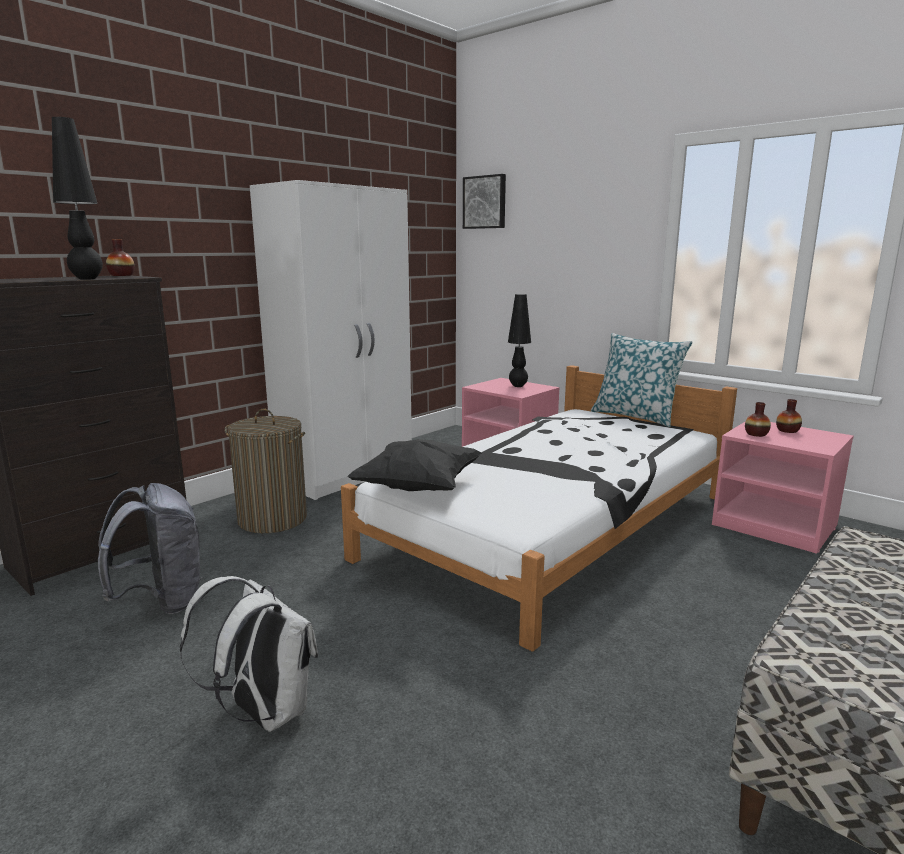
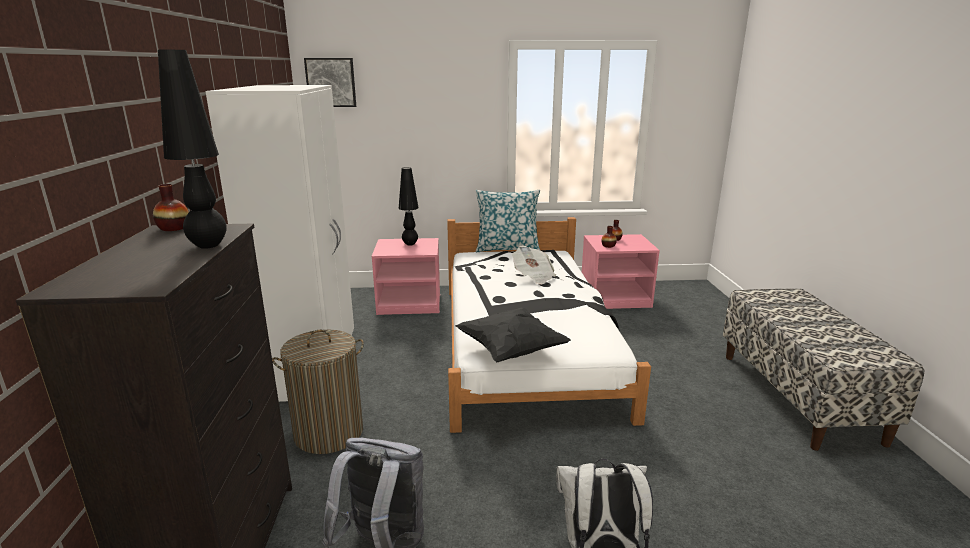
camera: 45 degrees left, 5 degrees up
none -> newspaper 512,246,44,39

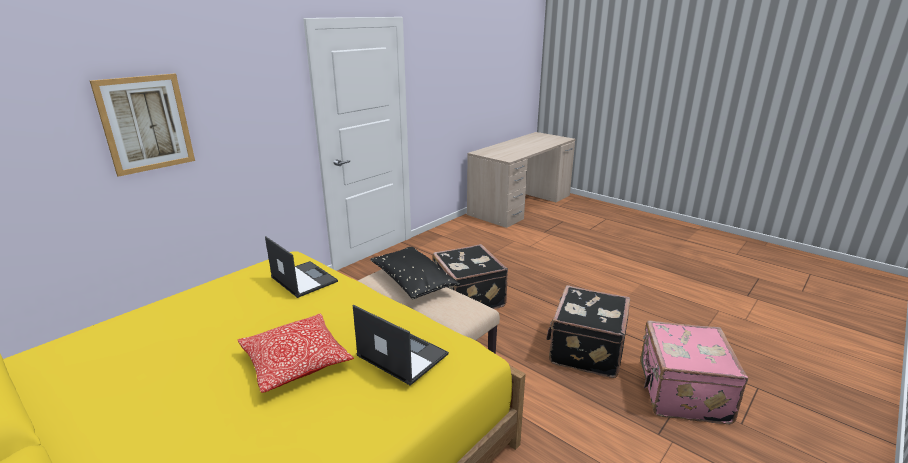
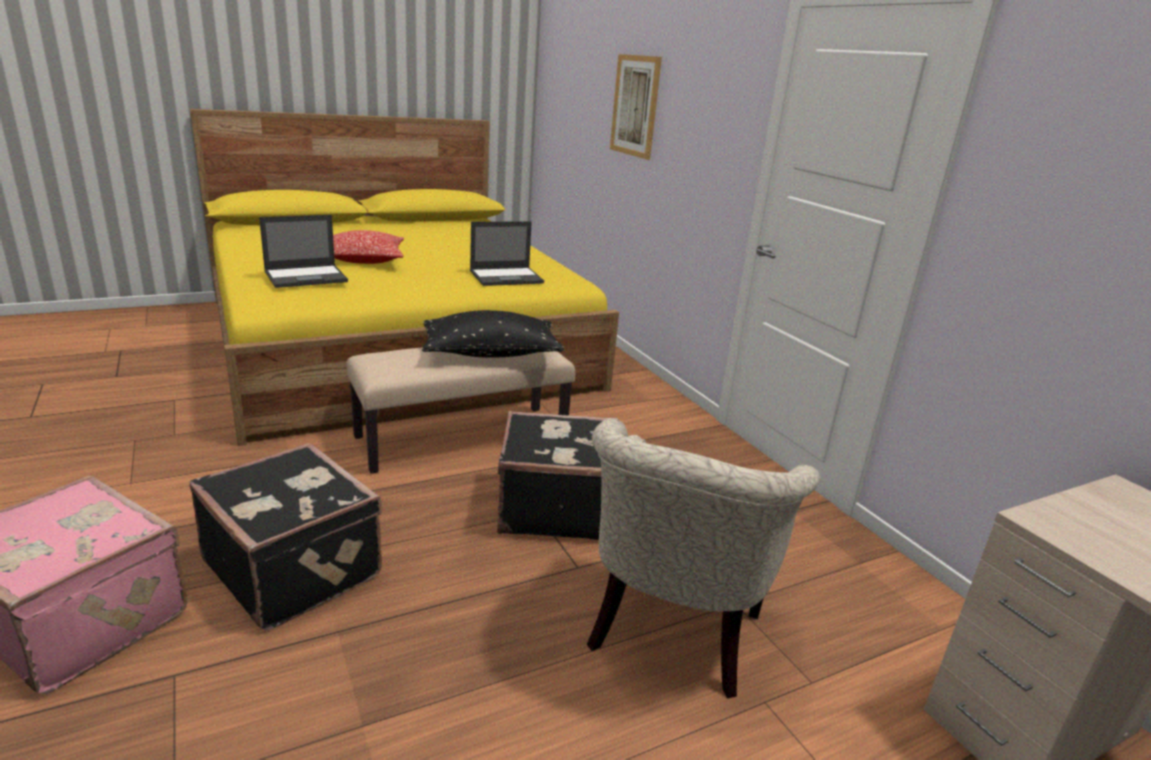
camera: 110 degrees right, 0 degrees up
none -> armchair in beige 587,418,234,281

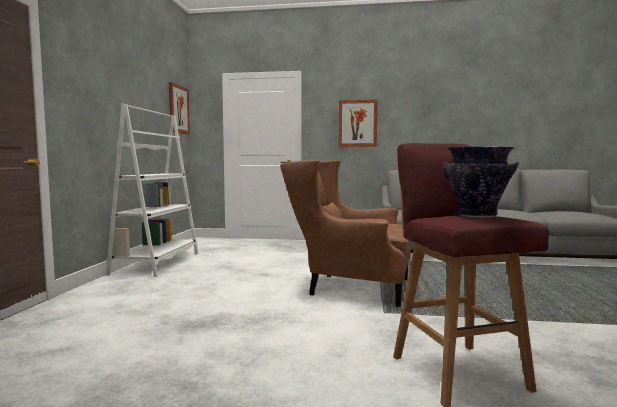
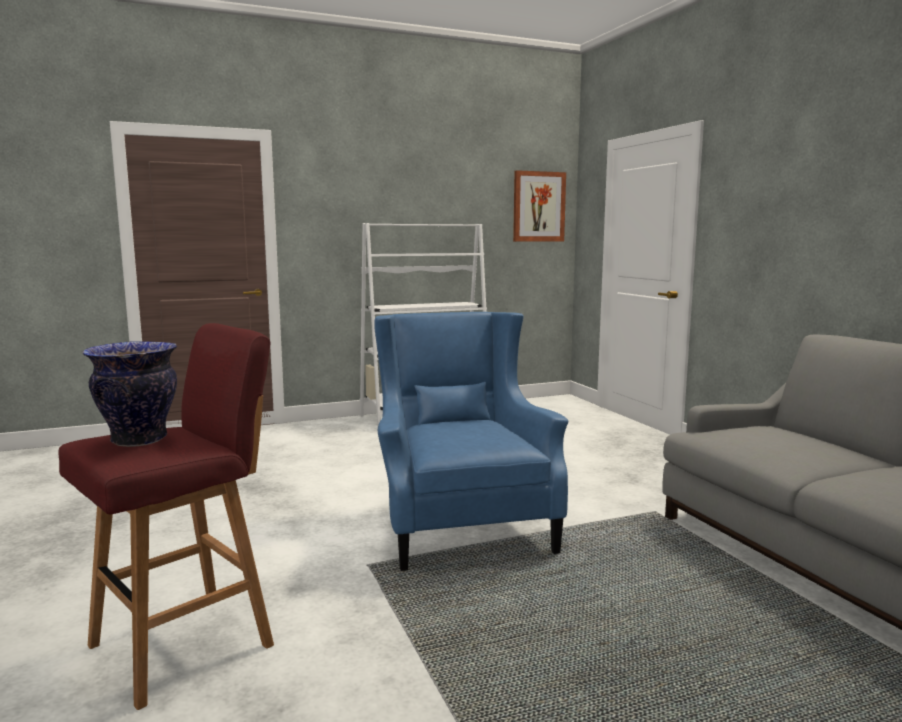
camera: 60 degrees right, 5 degrees up
picture 339,100,38,47 -> none
armchair in brown 280,160,131,147 -> armchair in blue 374,312,194,259

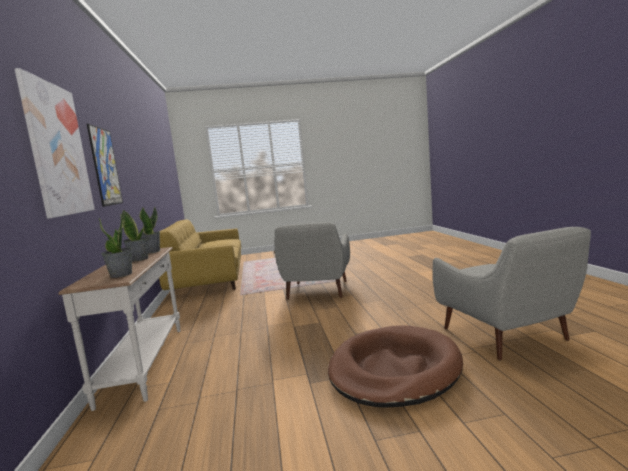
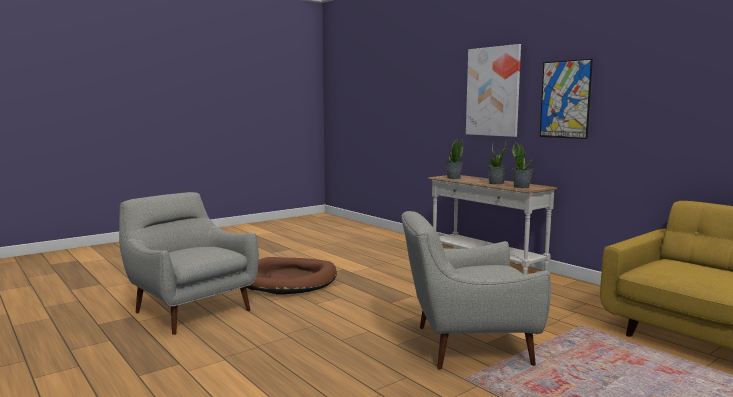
camera: 150 degrees right, 0 degrees up
armchair in grey 275,222,75,78 -> armchair in grey 401,211,150,159, 75 degrees counterclockwise

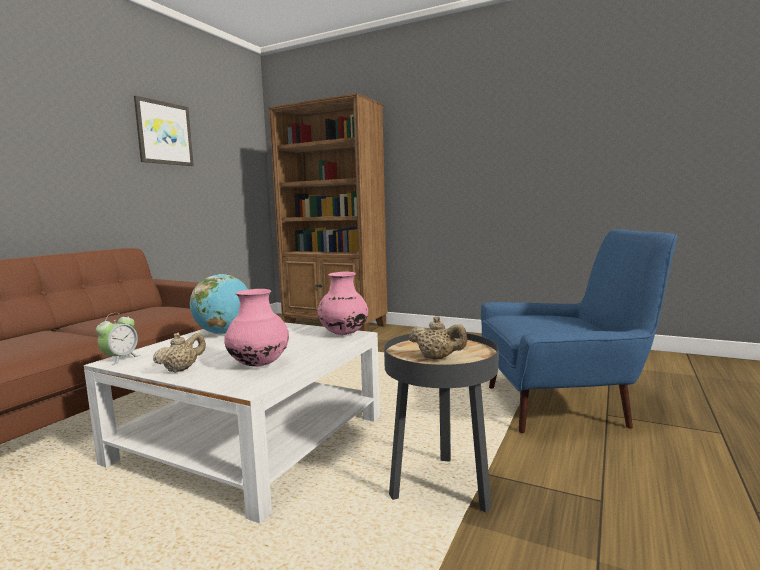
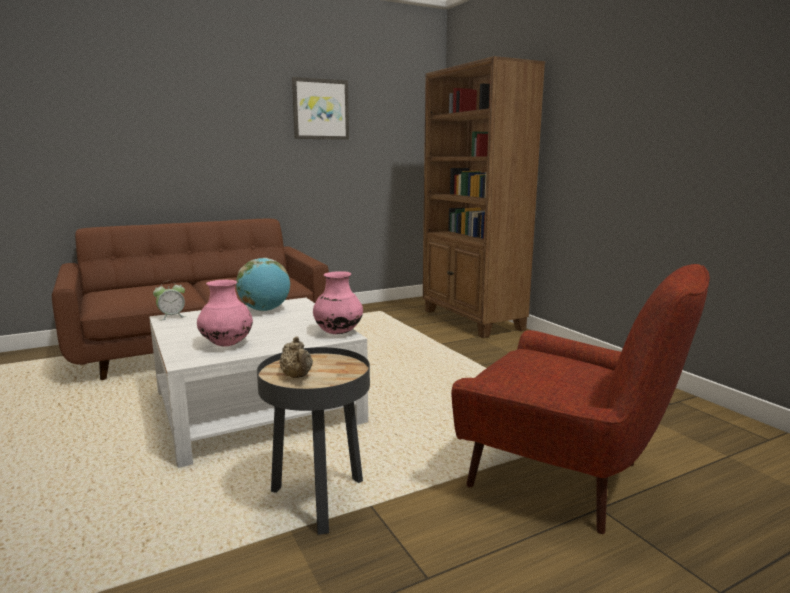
camera: 35 degrees right, 5 degrees up
teapot in beige 153,332,53,41 -> none
armchair in blue 481,229,196,204 -> armchair in red 451,264,259,270

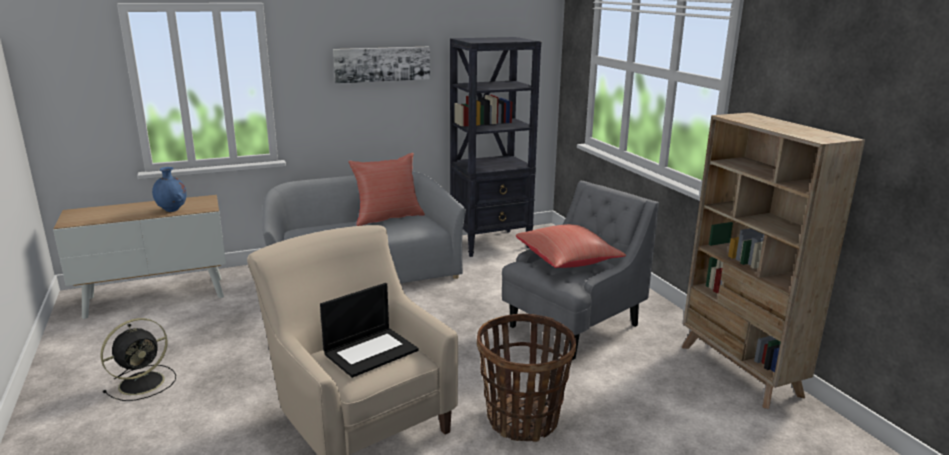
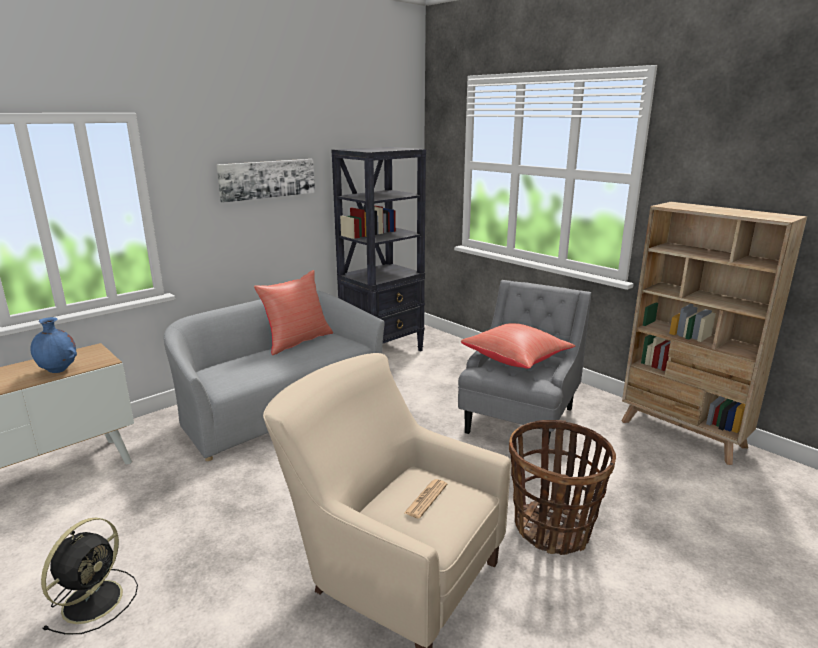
camera: 20 degrees left, 0 degrees up
laptop 320,283,99,95 -> newspaper 404,479,43,40

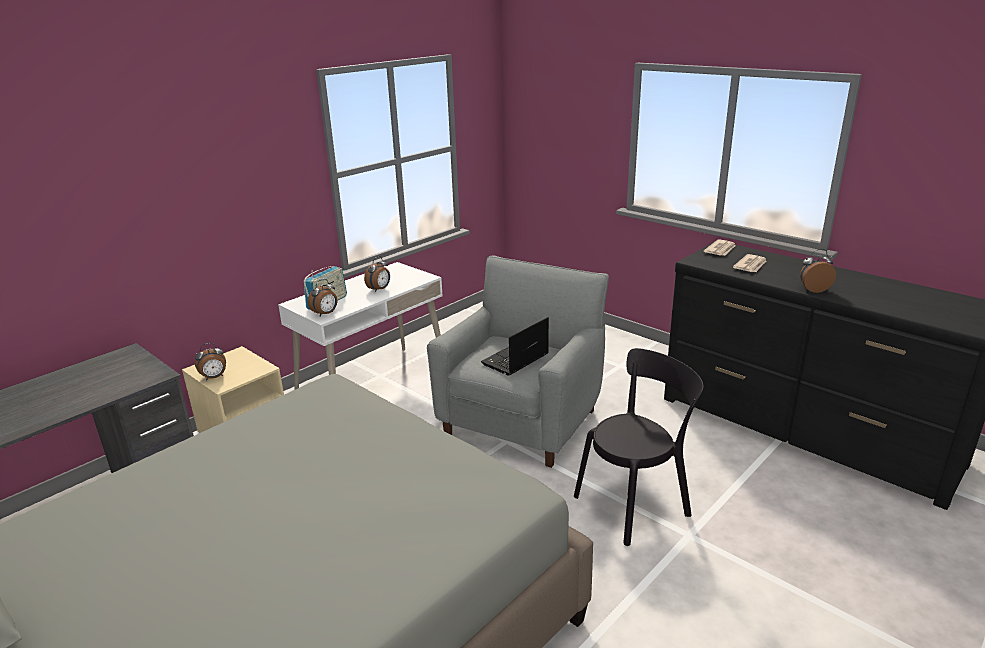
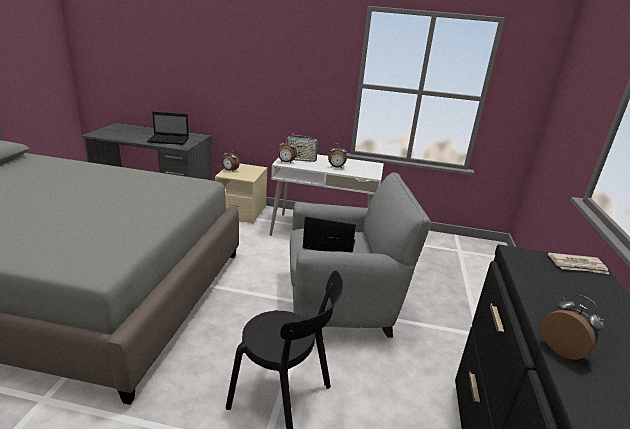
camera: 55 degrees right, 0 degrees up
newspaper 733,254,33,18 -> none
none -> laptop 147,112,42,33

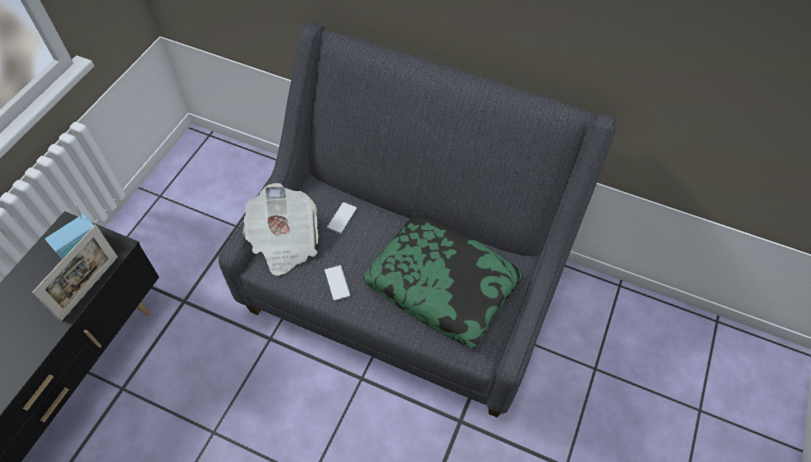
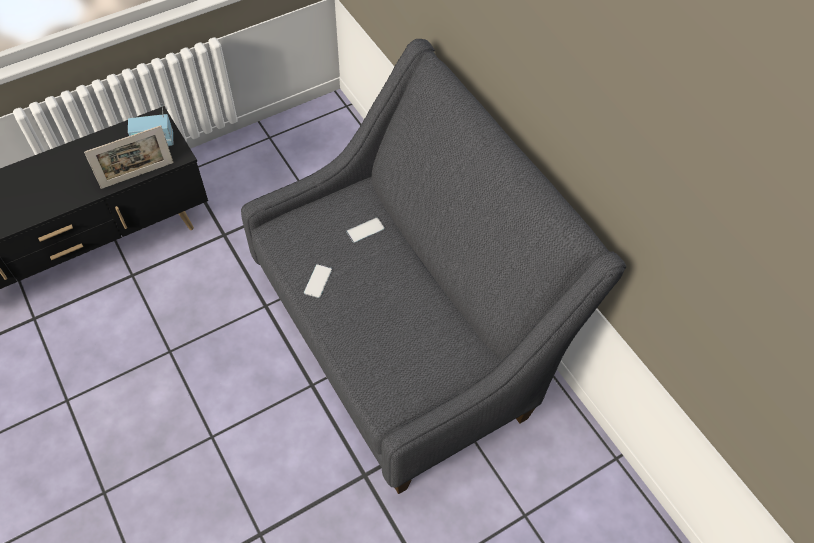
camera: 35 degrees right, 0 degrees up
newspaper 243,183,75,93 -> none
pillow 363,214,160,134 -> none

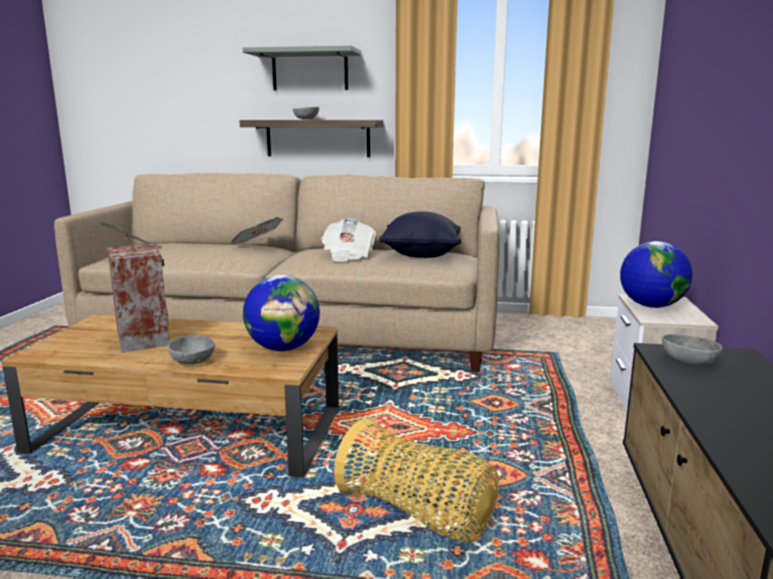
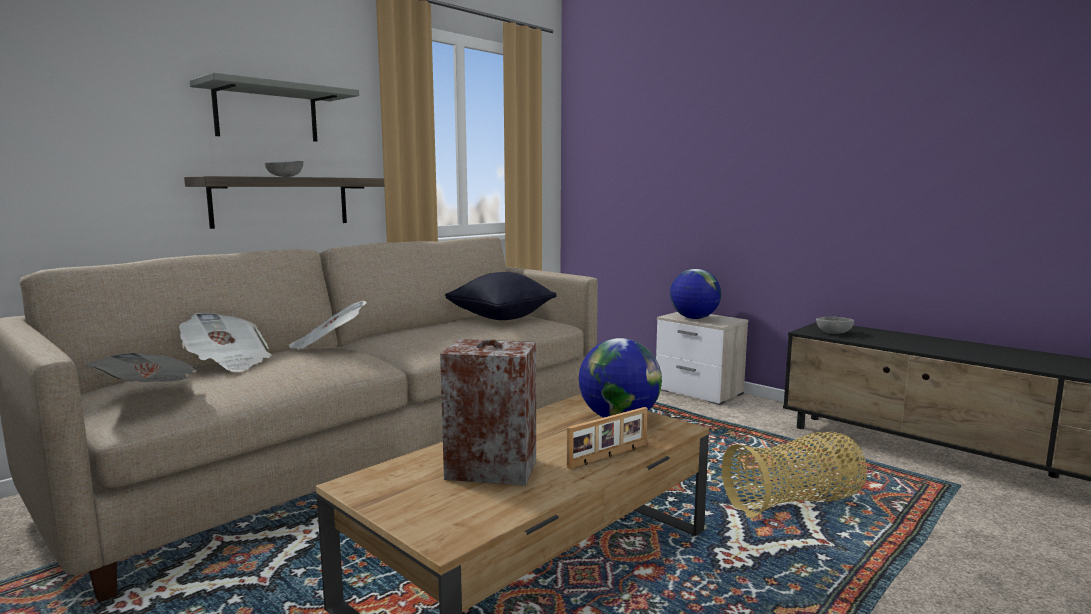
camera: 55 degrees left, 5 degrees down
newspaper 321,219,55,43 -> newspaper 179,313,92,59, relocated
bowl in grey 168,335,47,29 -> picture frame 567,407,81,62

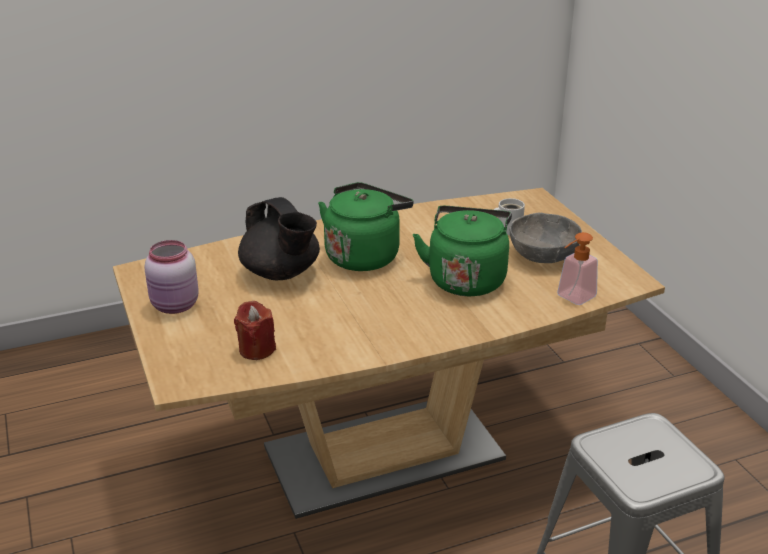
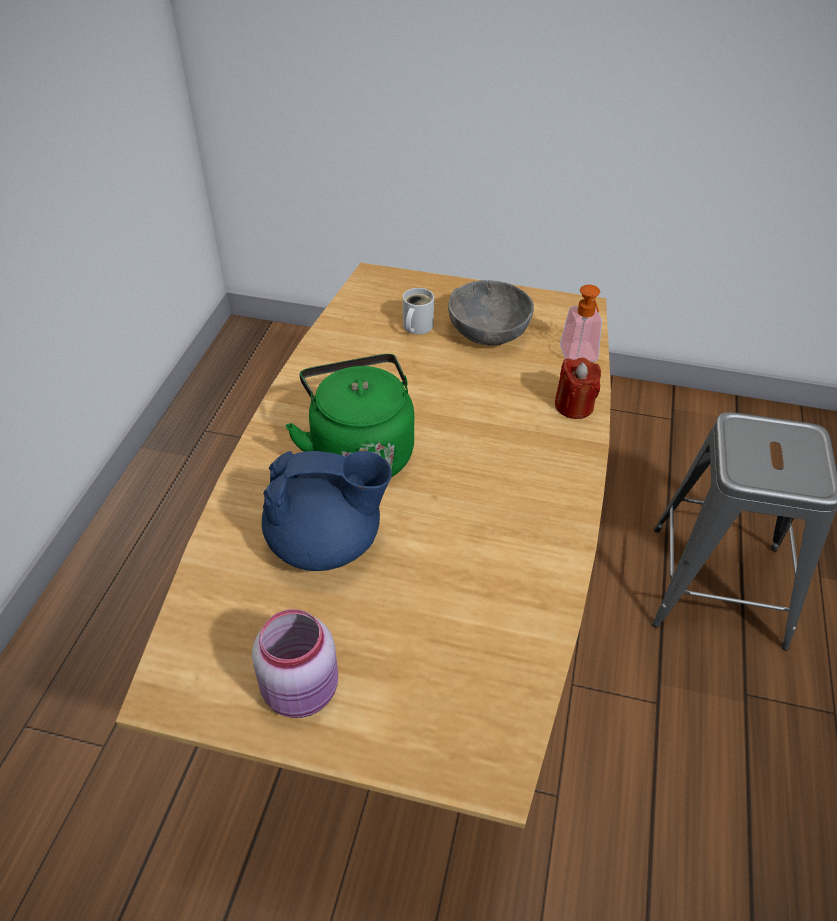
camera: 55 degrees left, 15 degrees up
kettle in green 413,206,99,90 -> none
candle in red 234,301,42,59 -> candle in red 555,357,46,62, relocated
teapot in black 238,197,82,83 -> teapot in blue 262,451,130,120

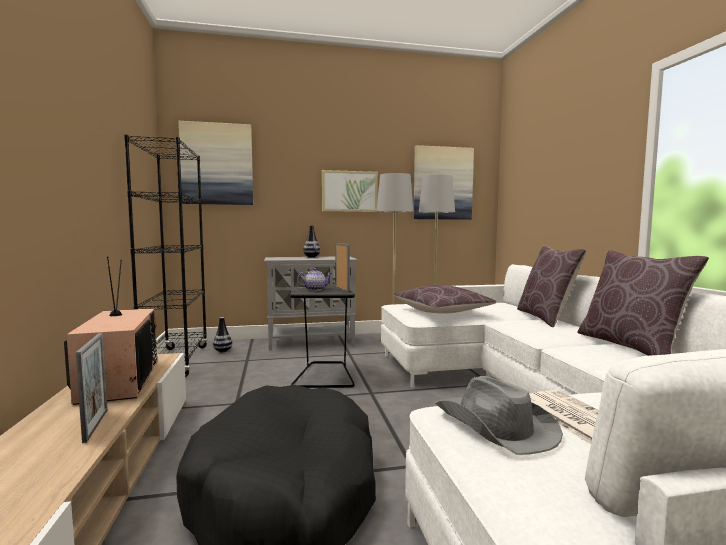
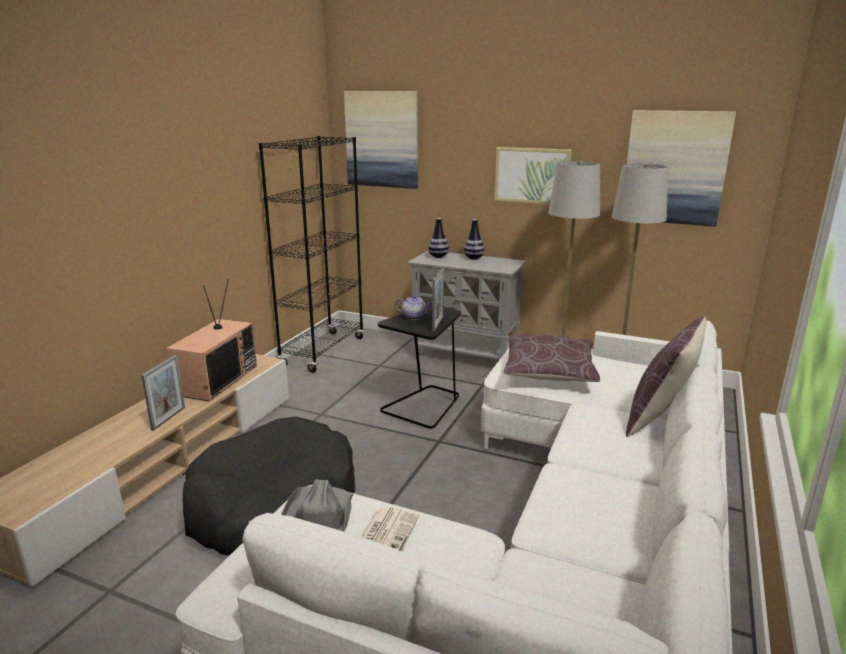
camera: 35 degrees right, 15 degrees up
pillow in brown 577,250,132,106 -> none
vase 213,317,19,35 -> vase 428,218,21,40, relocated

